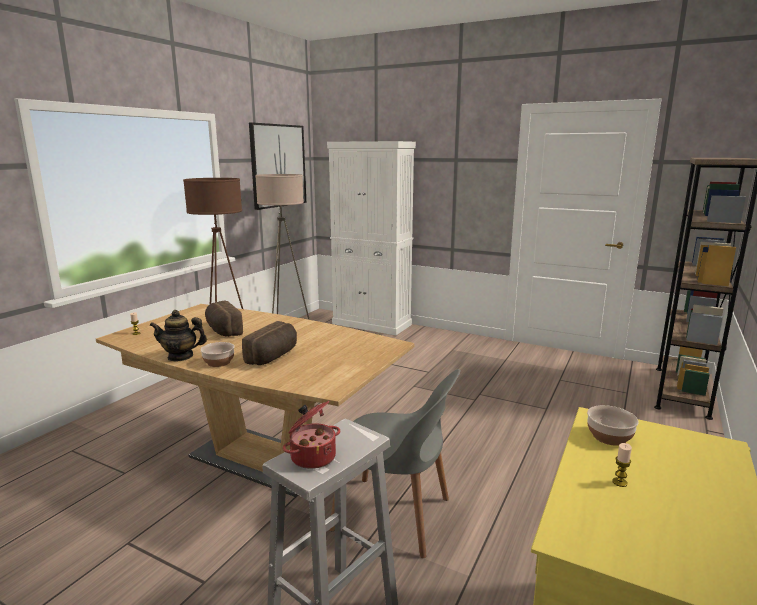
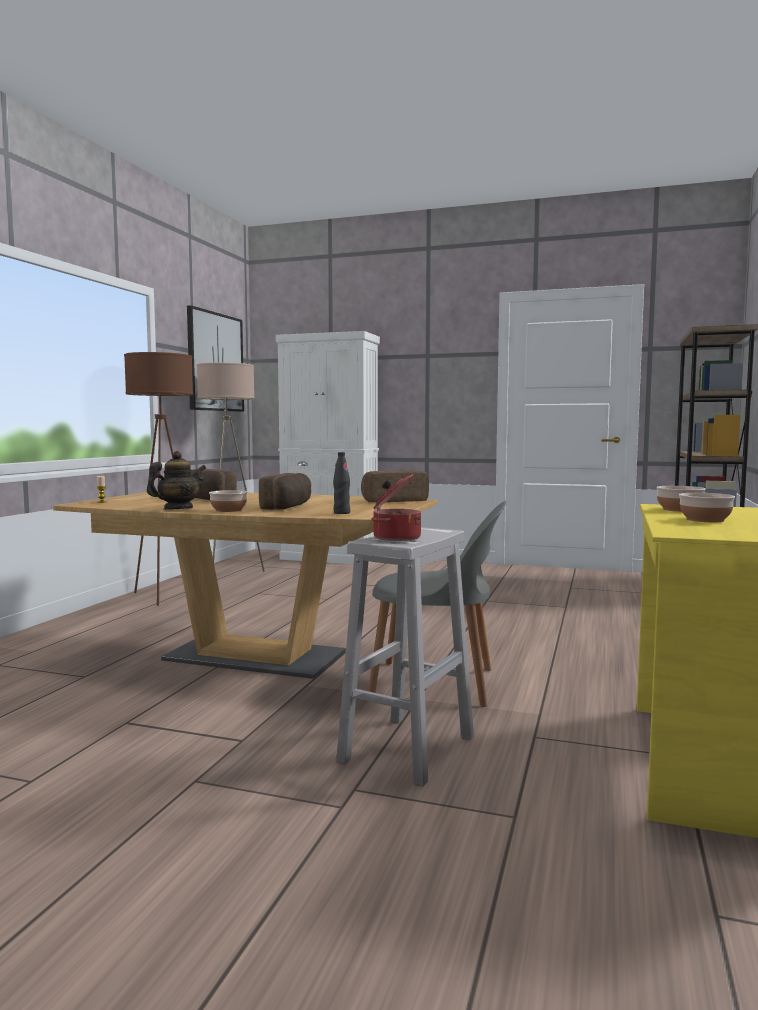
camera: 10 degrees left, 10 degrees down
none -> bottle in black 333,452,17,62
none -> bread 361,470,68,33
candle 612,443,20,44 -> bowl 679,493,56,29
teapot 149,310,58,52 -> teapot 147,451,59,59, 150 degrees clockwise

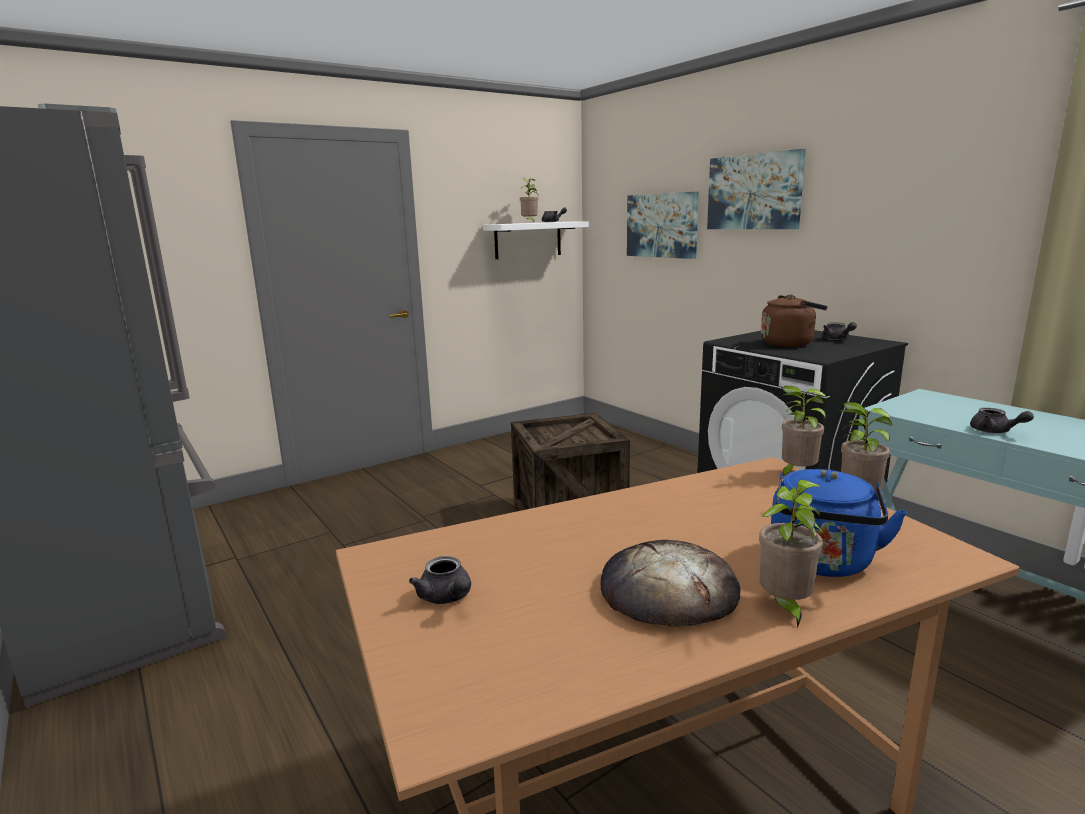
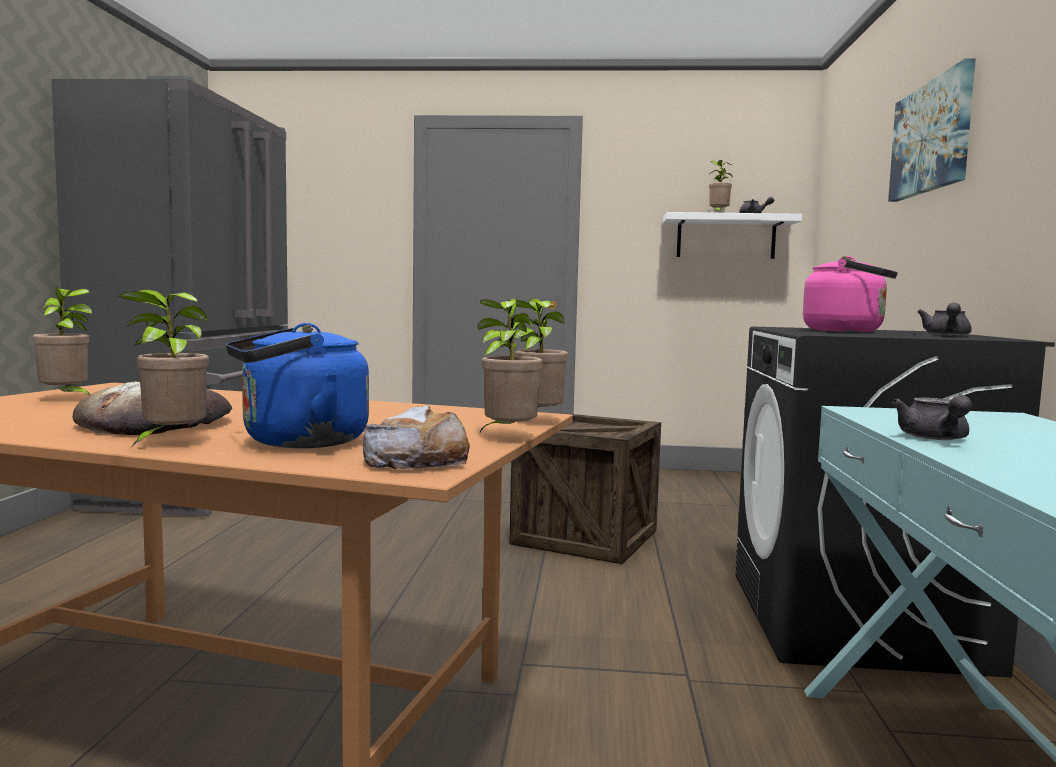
camera: 40 degrees right, 10 degrees down
picture 627,192,72,67 -> none
none -> bread 363,406,107,63
teapot in grey 409,556,62,48 -> potted plant 32,287,60,108
kettle in brown 761,295,67,52 -> kettle in pink 803,256,95,76

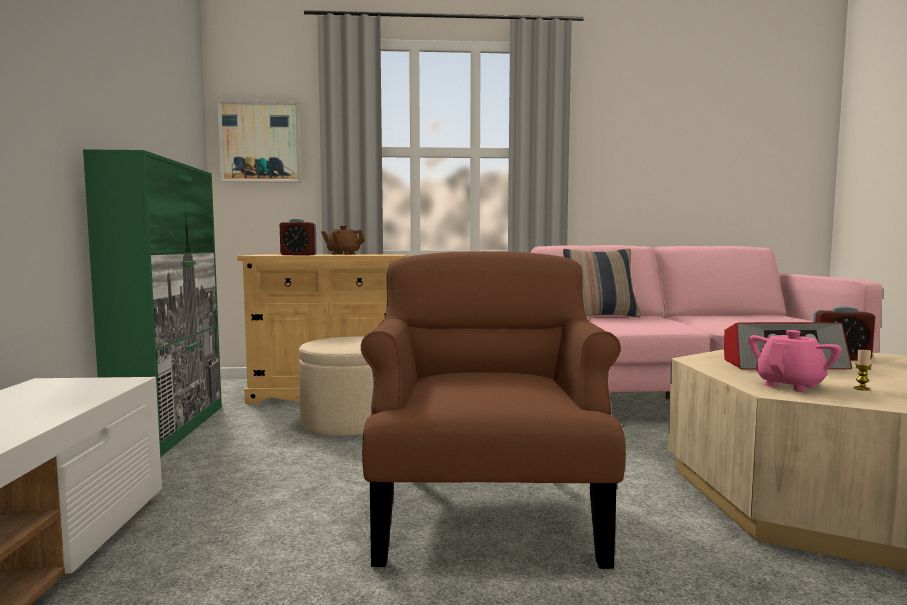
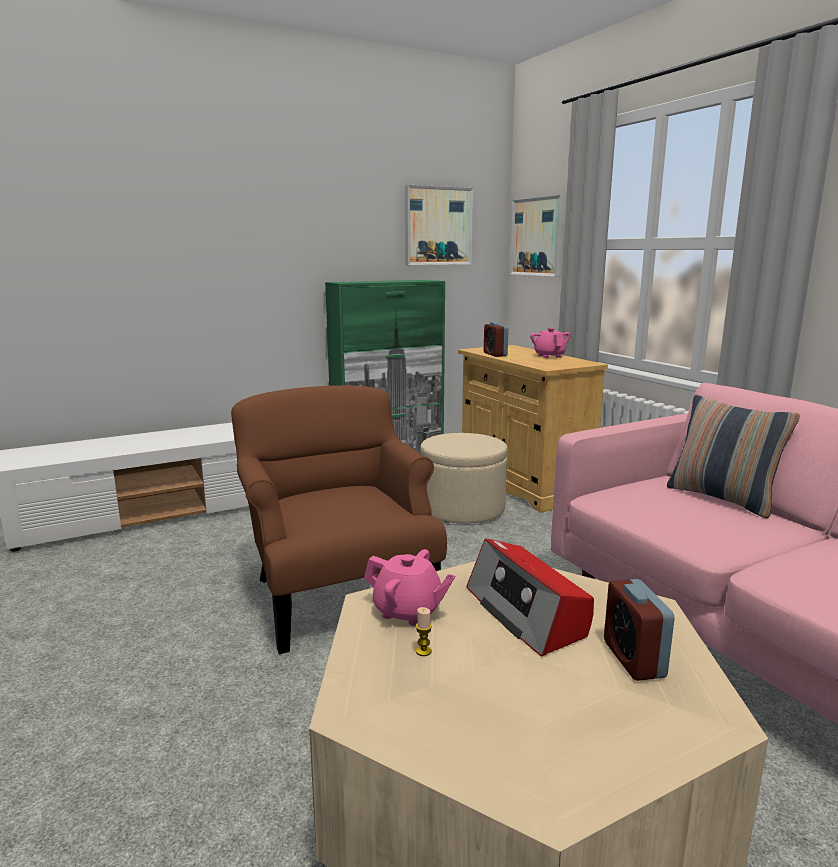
camera: 65 degrees right, 10 degrees up
none -> picture 405,185,68,80
teapot in brown 321,226,44,29 -> teapot in pink 530,328,41,30
armchair in brown 361,251,265,318 -> armchair in brown 231,385,216,269, 90 degrees counterclockwise

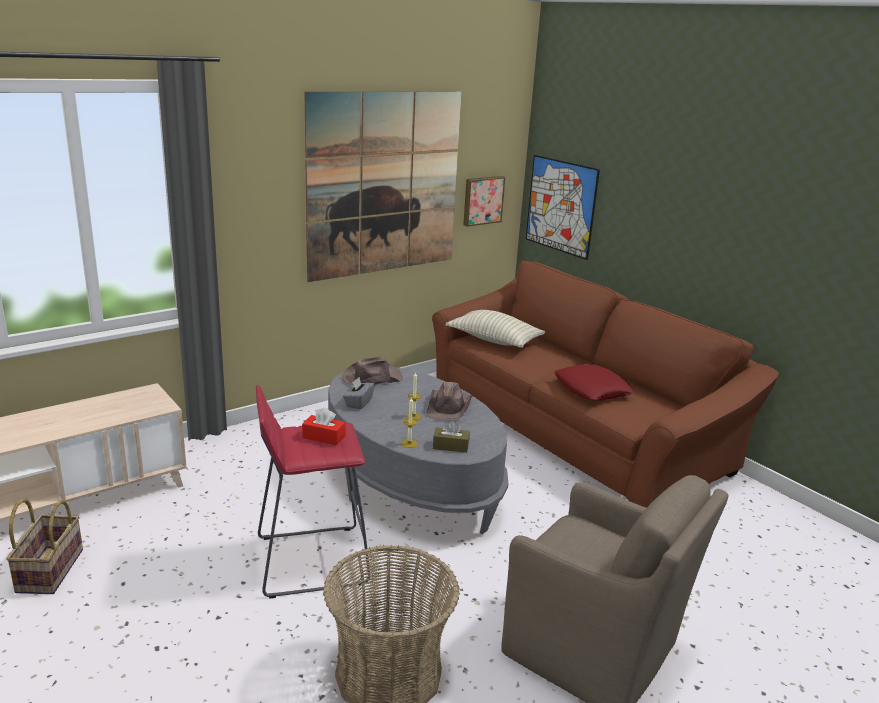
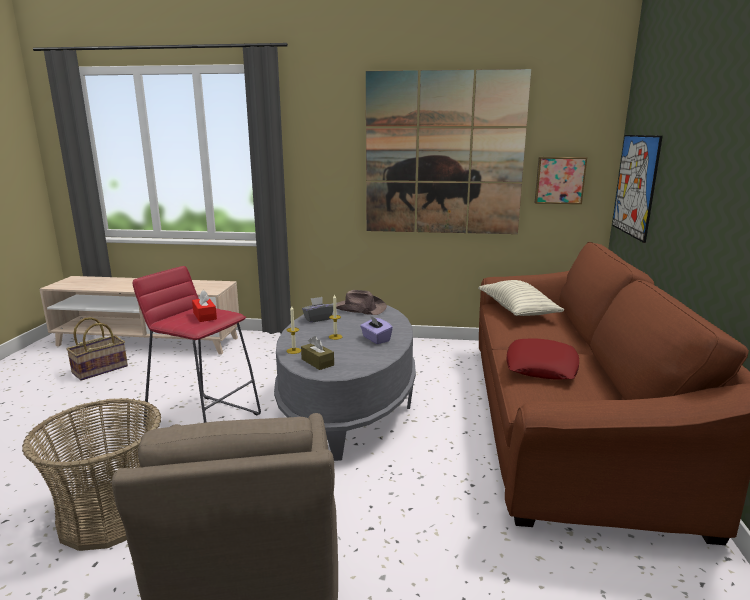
camera: 45 degrees right, 5 degrees down
hat in brown 426,382,47,37 -> tissue box in purple 360,315,33,29

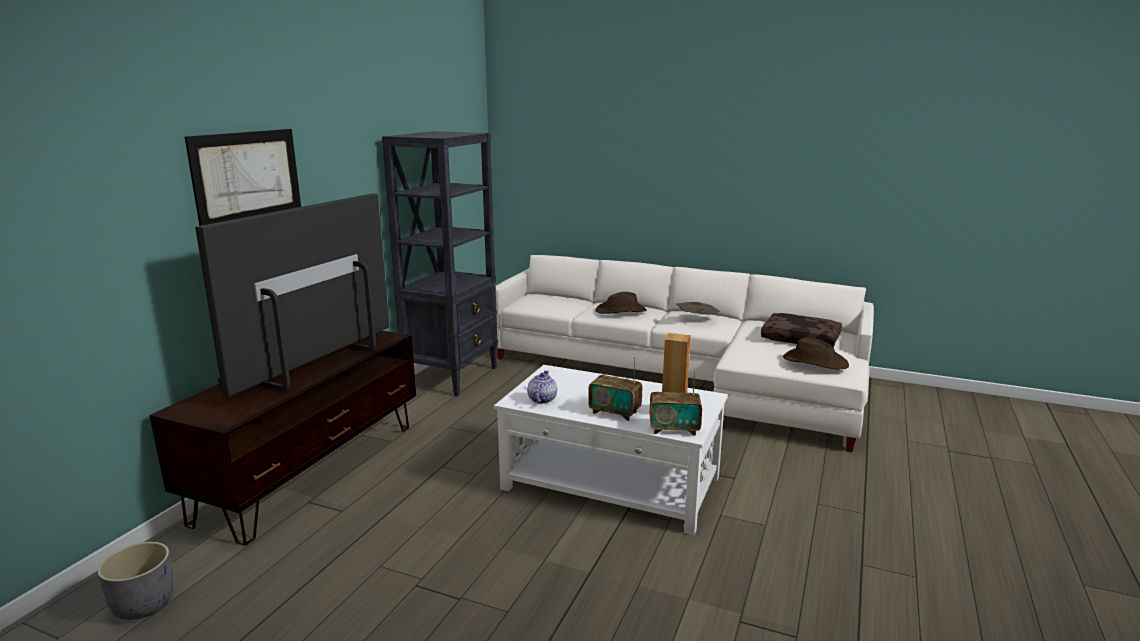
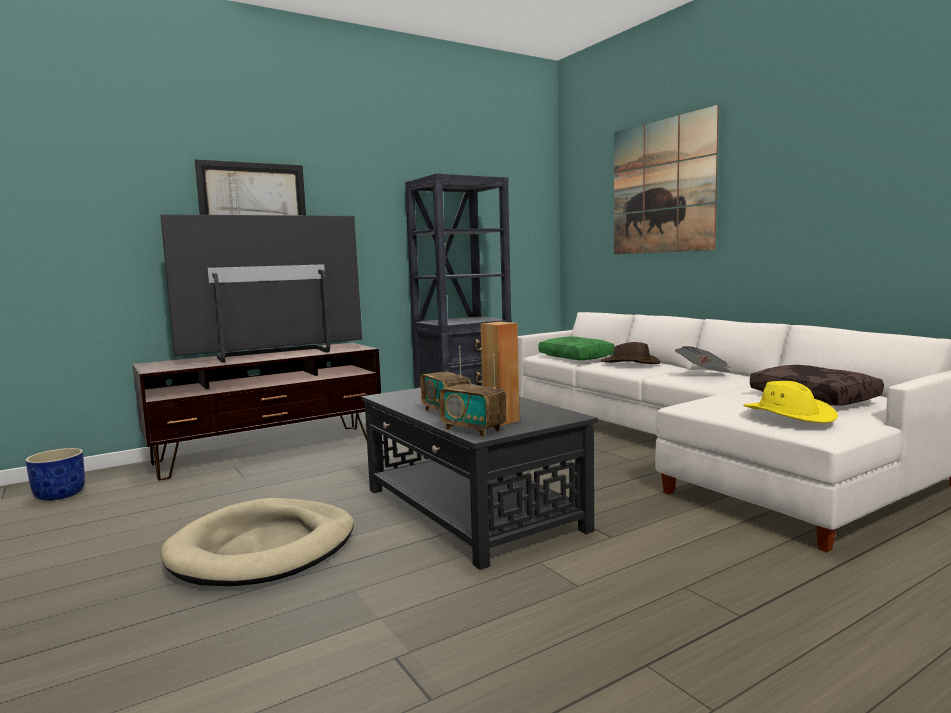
camera: 35 degrees right, 10 degrees down
teapot 527,370,30,34 -> none
none -> dog bed in beige 161,498,193,88
none -> pillow in green 538,337,77,23
none -> picture 614,105,105,149
planter in grey 97,542,77,78 -> planter in blue 25,448,60,53
coffee table in white 494,365,234,170 -> coffee table in black 361,384,237,186
hat in brown 783,338,66,32 -> hat in yellow 743,381,95,42

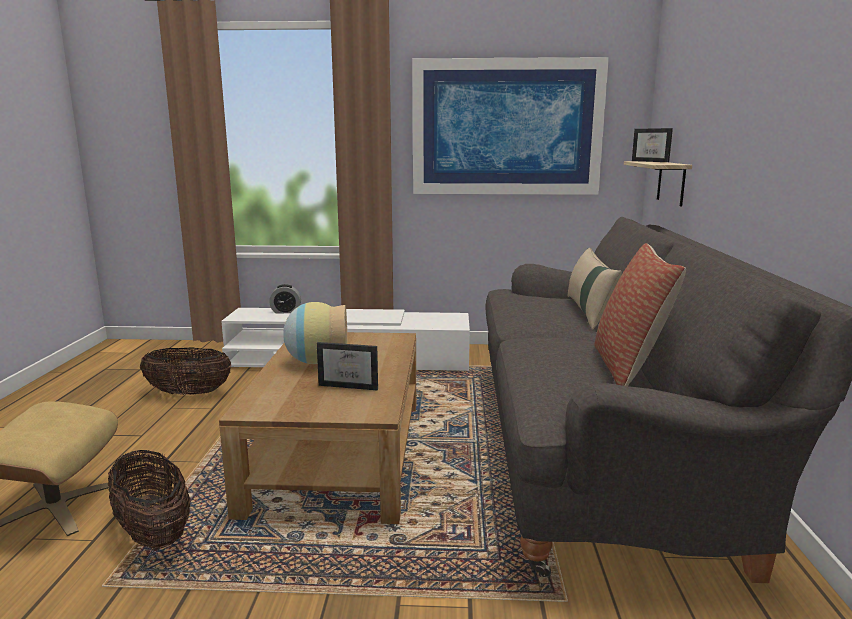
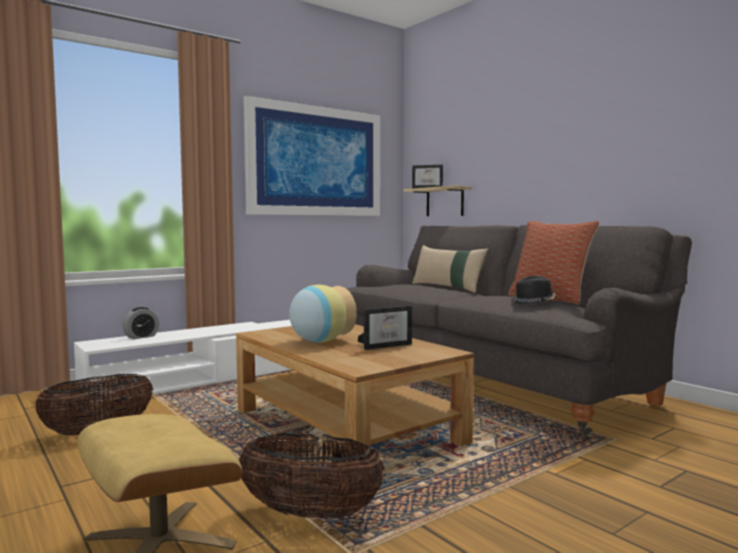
camera: 40 degrees left, 10 degrees down
none -> hat in black 511,276,45,28

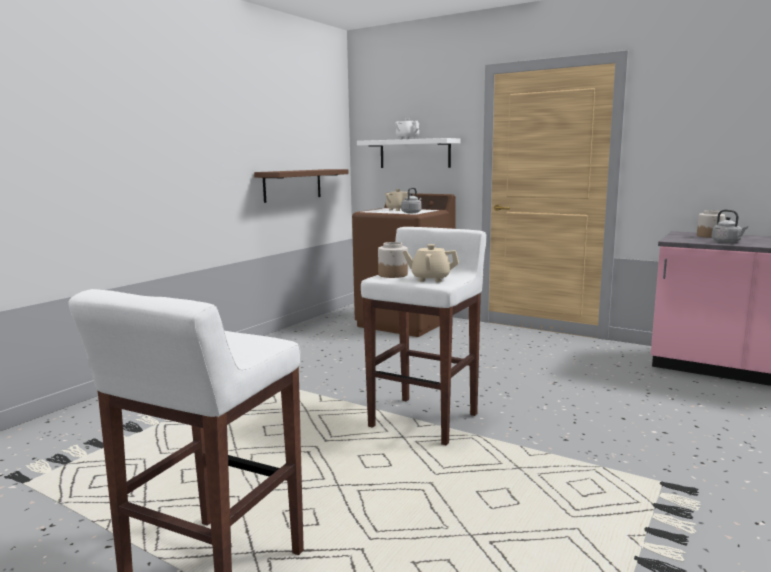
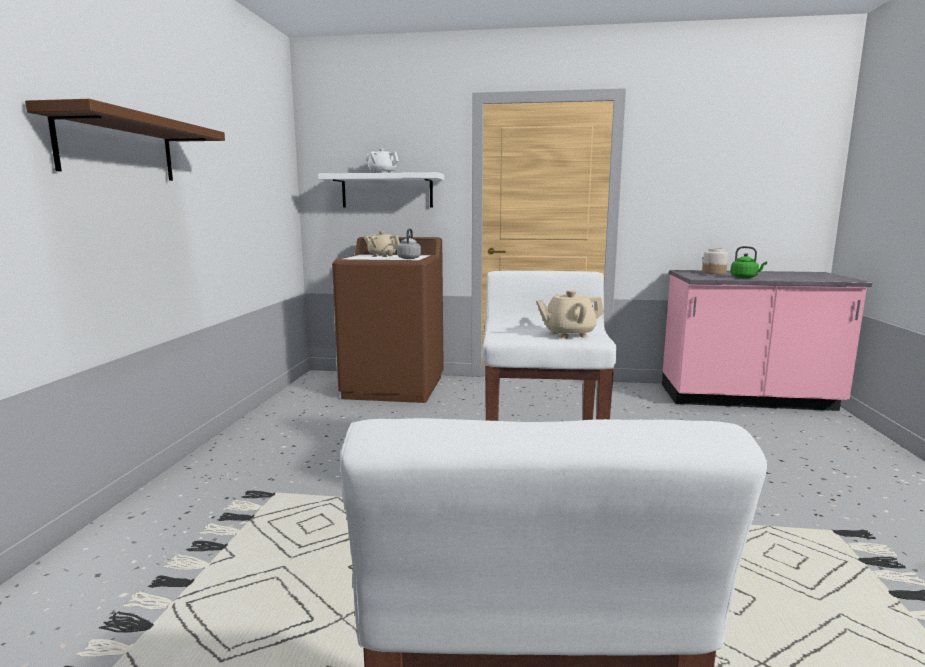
camera: 25 degrees left, 0 degrees up
jar 378,242,30,36 -> none
shelf in brown 254,169,95,34 -> shelf in brown 25,99,200,82, relocated
kettle in grey 712,210,36,33 -> kettle in green 731,246,36,32

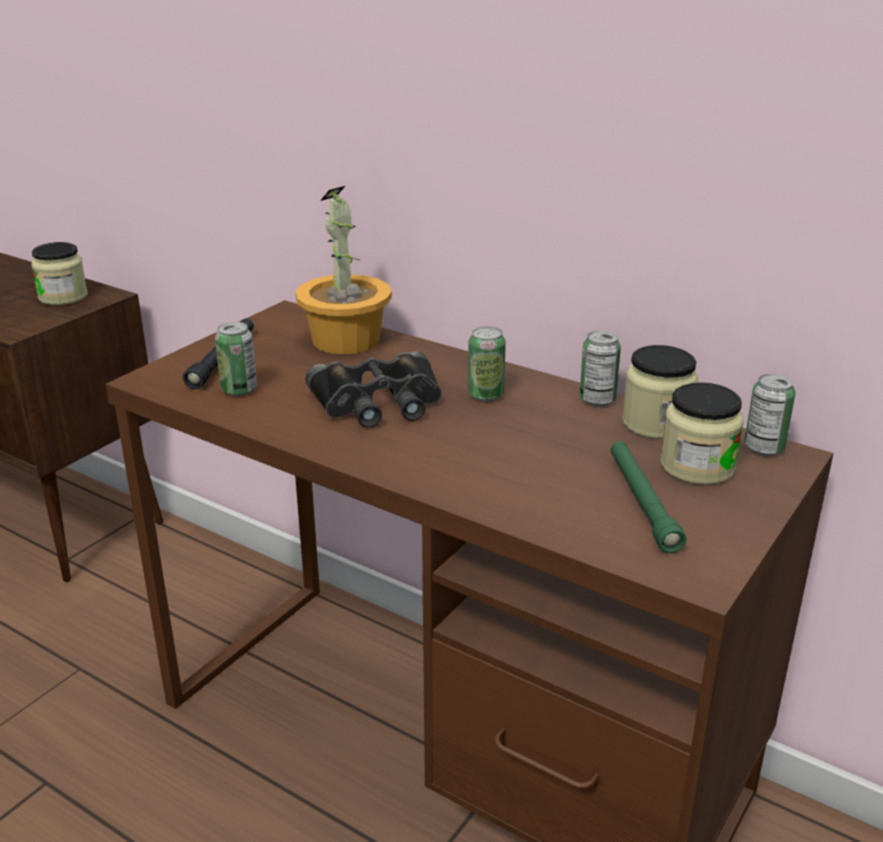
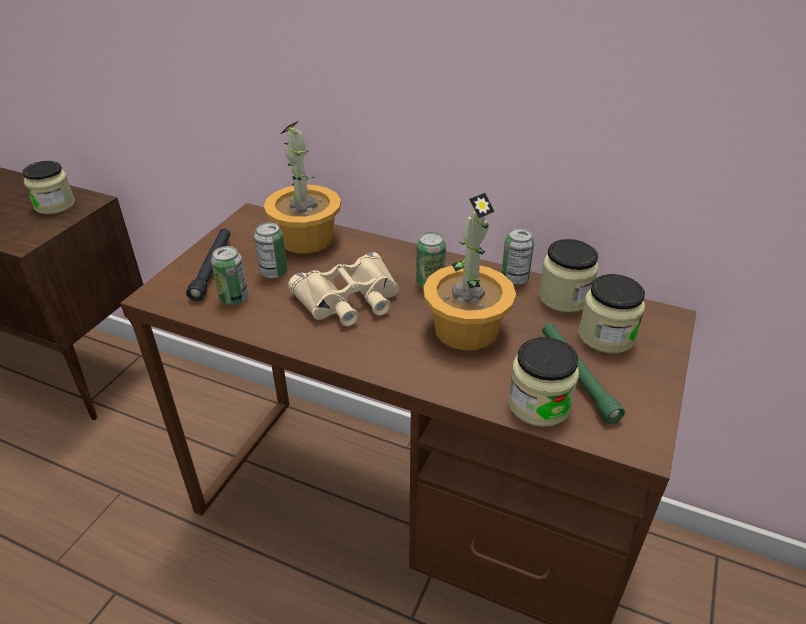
camera: 10 degrees left, 10 degrees up
none -> potted plant 423,193,93,157
none -> jar 508,337,71,90
can 744,374,52,82 -> can 254,222,33,57, relocated
binoculars in black 305,351,137,77 -> binoculars in beige 288,252,111,74

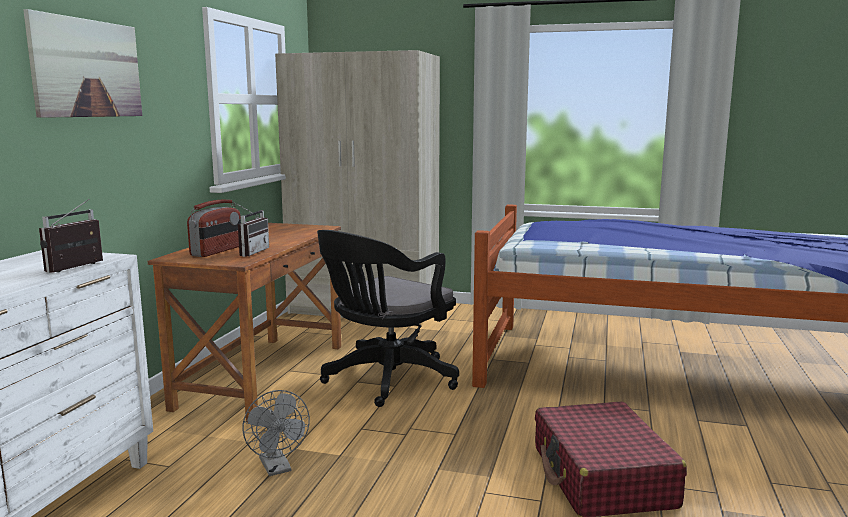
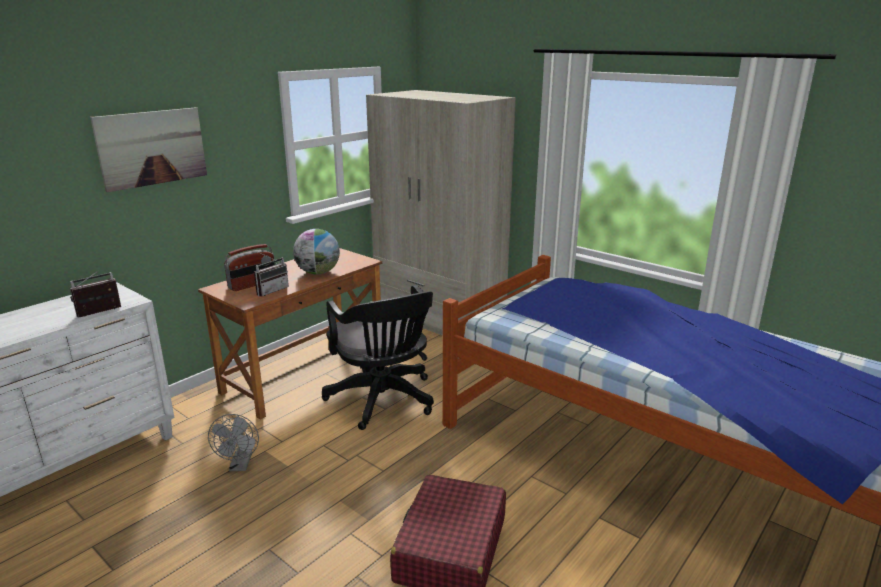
camera: 25 degrees right, 10 degrees up
none -> globe 293,229,47,46
office chair in black 317,230,142,177 -> office chair in black 322,285,112,145, 90 degrees counterclockwise

